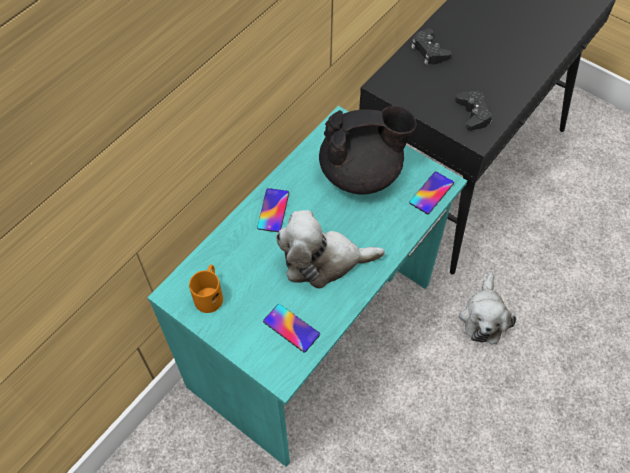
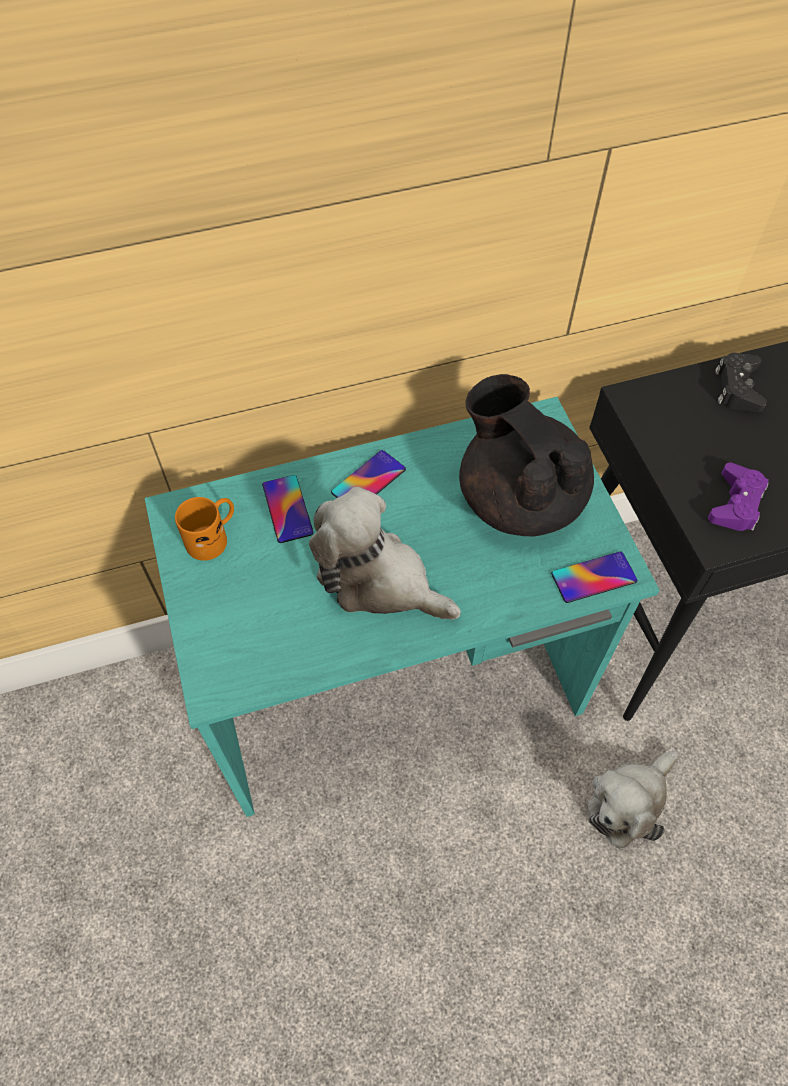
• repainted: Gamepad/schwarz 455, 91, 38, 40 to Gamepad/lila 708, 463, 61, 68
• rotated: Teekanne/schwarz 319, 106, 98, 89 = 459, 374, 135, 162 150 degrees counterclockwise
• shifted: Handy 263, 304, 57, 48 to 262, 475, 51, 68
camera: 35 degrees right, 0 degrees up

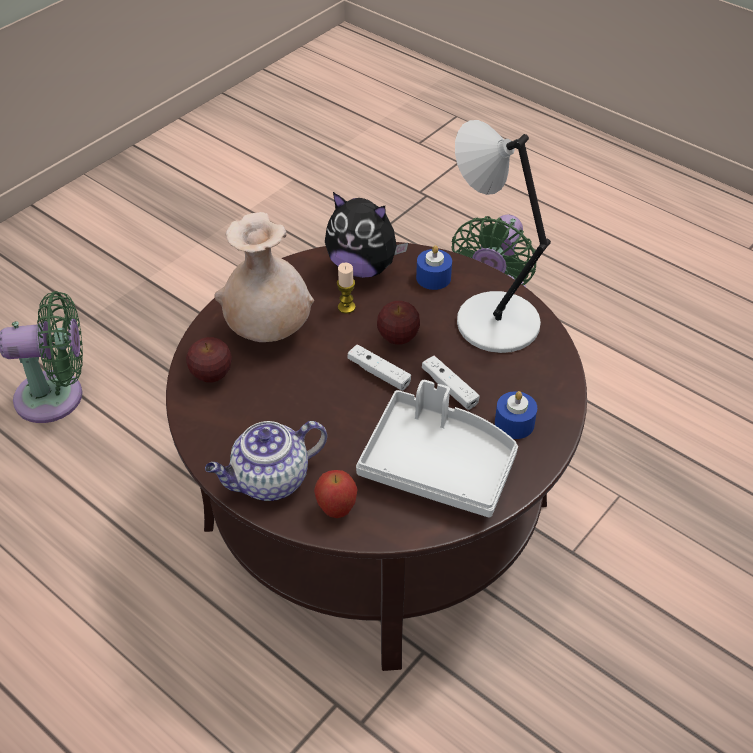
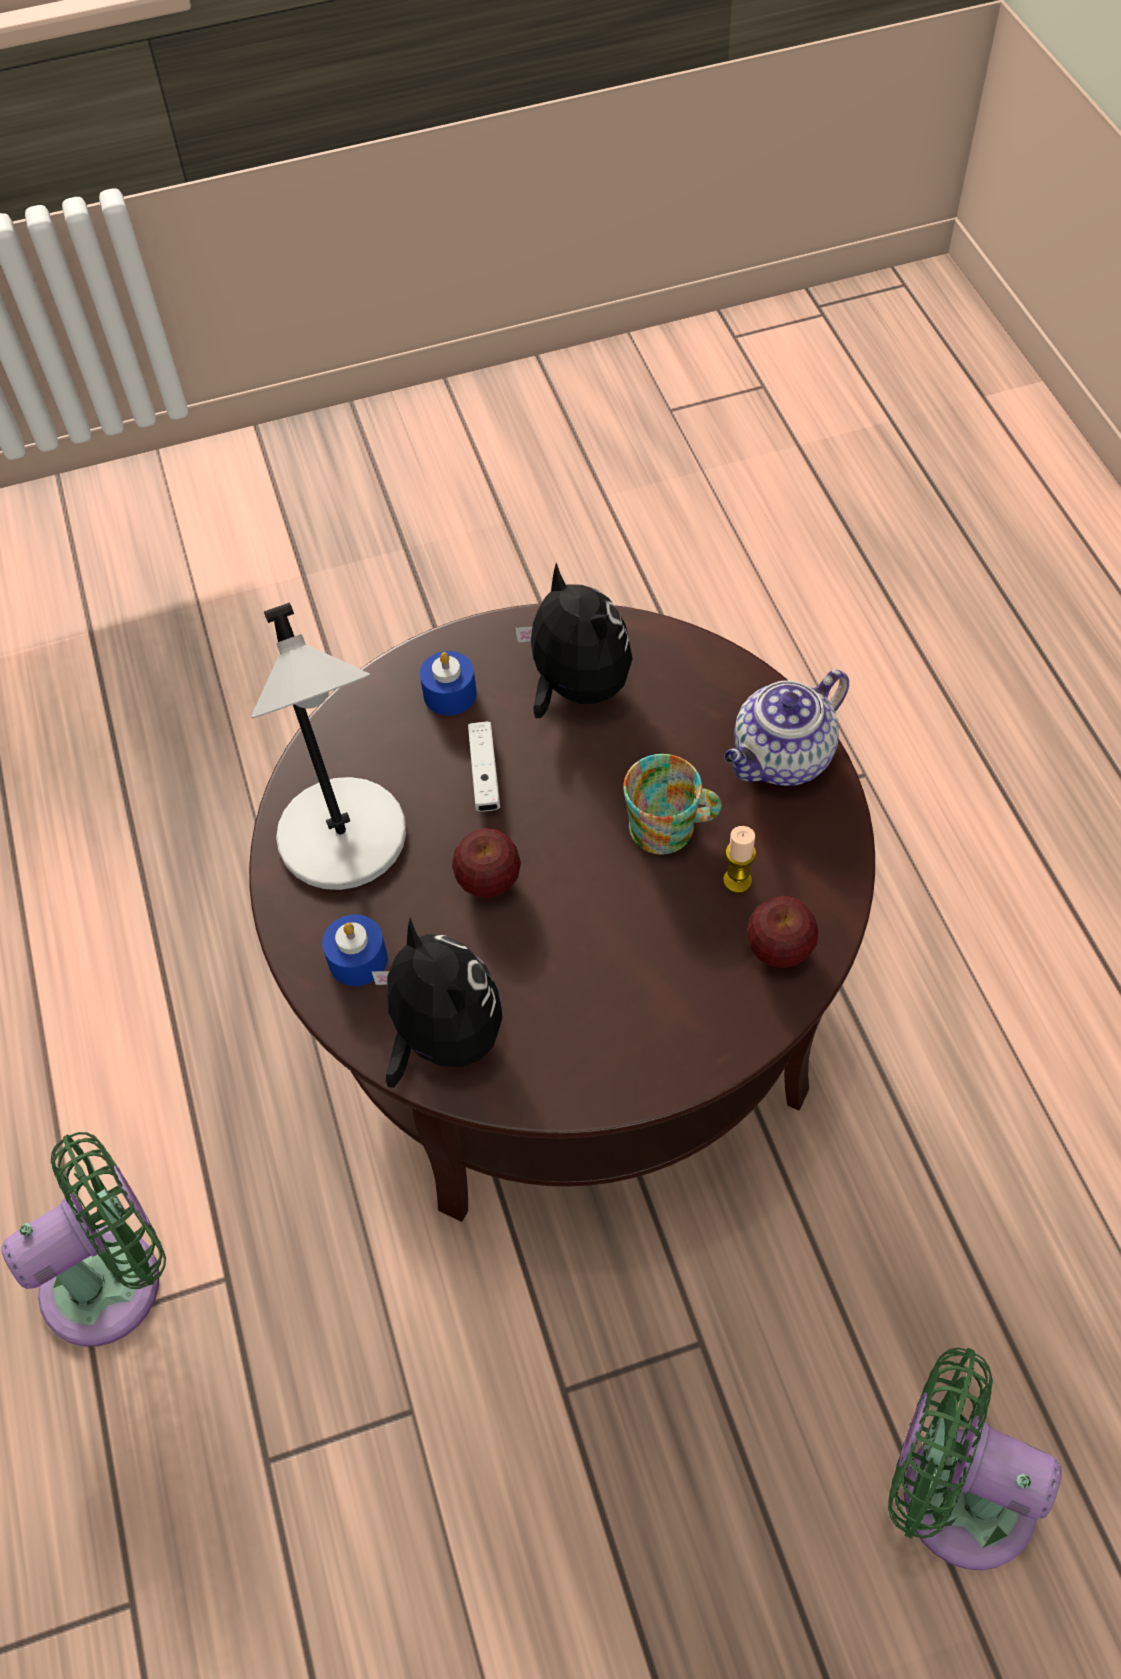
• gone: Vase/beige 214, 212, 100, 130
• shifted: Kerze 337, 262, 19, 52 to 723, 826, 33, 67
• gone: Gamepad/weiß 348, 344, 63, 47
• swapped: Tablett/grau 356, 380, 162, 137 to Plüschtier 515, 563, 118, 155
• rotated: Teekanne 205, 421, 122, 80 = 724, 669, 125, 117 135 degrees clockwise
• gone: Apfel 314, 470, 44, 48
• new: Henkelbecher 623, 754, 99, 100
camera: 145 degrees left, 10 degrees up

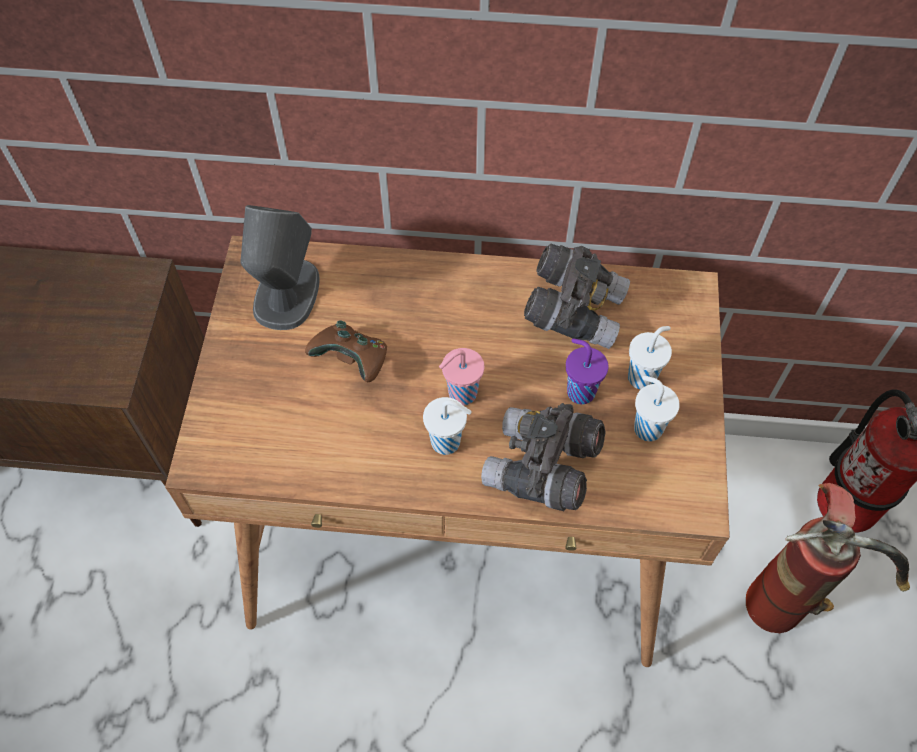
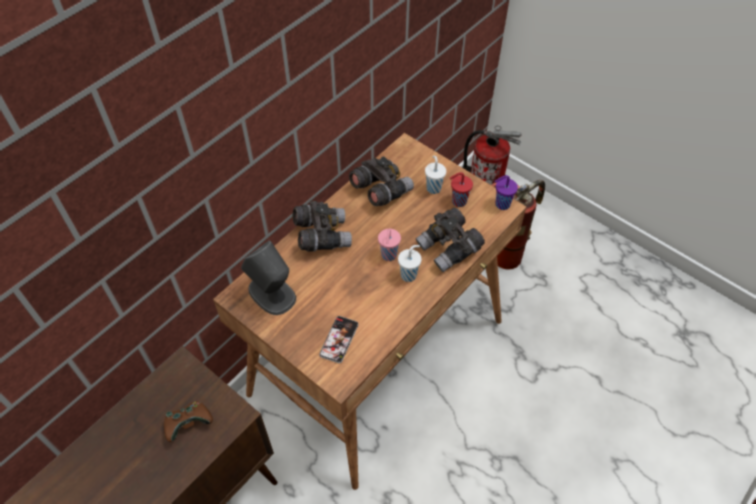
• shifted: Gamepad/braun 305, 320, 82, 62 to 164, 401, 49, 41
• shifted: Tasse/lila 566, 339, 43, 65 to 495, 175, 23, 35
• repainted: Tasse/weiß 634, 376, 46, 65 to Tasse/rot 450, 172, 23, 35
• new: Fernglas/grau 292, 201, 60, 51
• new: Handy 319, 316, 40, 47
camera: 55 degrees left, 5 degrees down

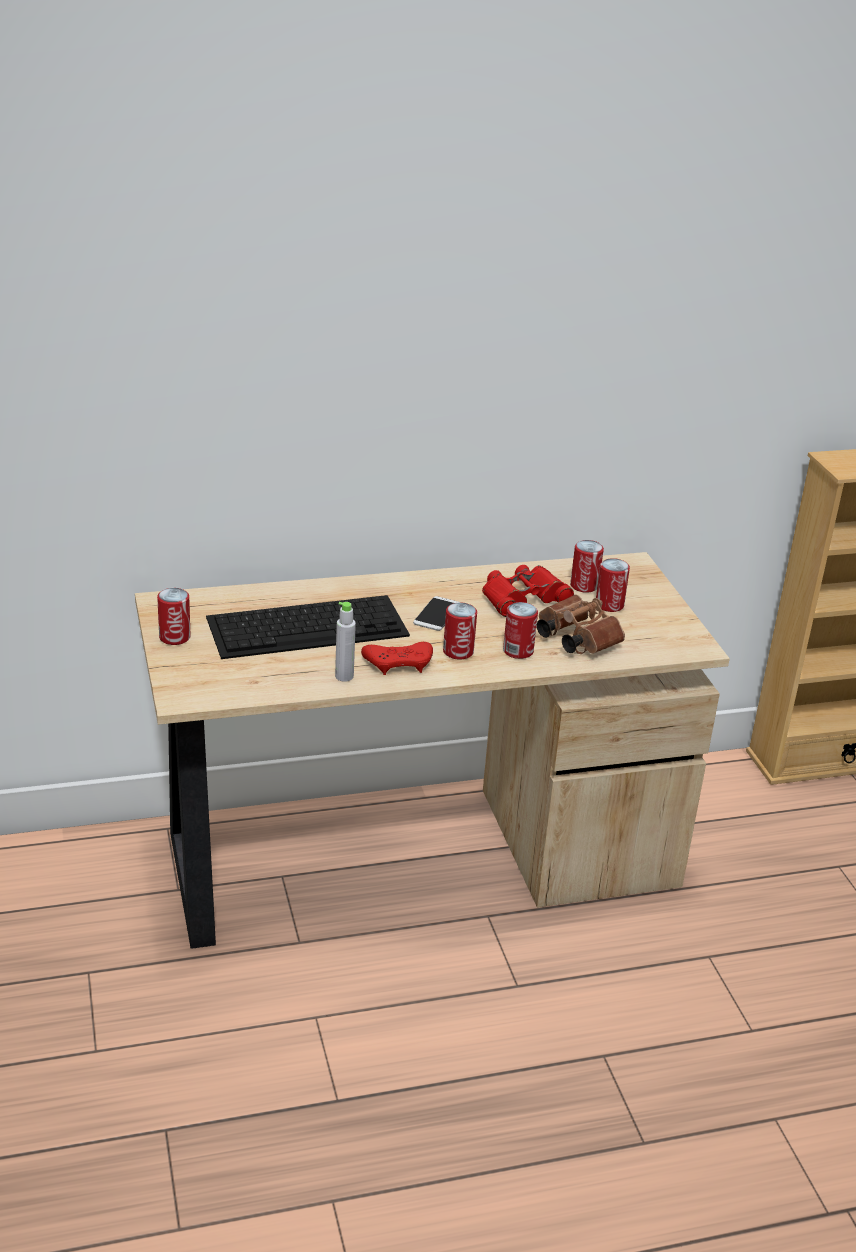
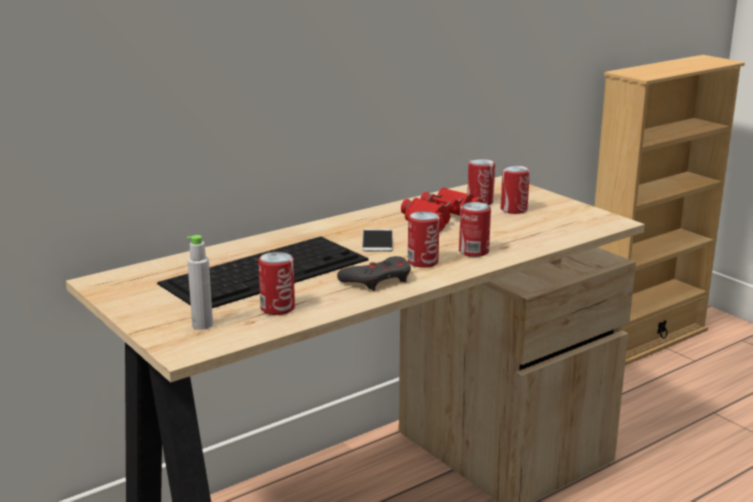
• shifted: Dose 157, 588, 34, 57 to 258, 252, 37, 63
• gone: Fernglas/braun 537, 595, 88, 59
• shifted: Flasche/grau 335, 602, 21, 80 to 187, 235, 26, 95
• repainted: Gamepad/rot 361, 642, 72, 33 to Gamepad/grau 337, 256, 74, 35
camera: 20 degrees left, 10 degrees down

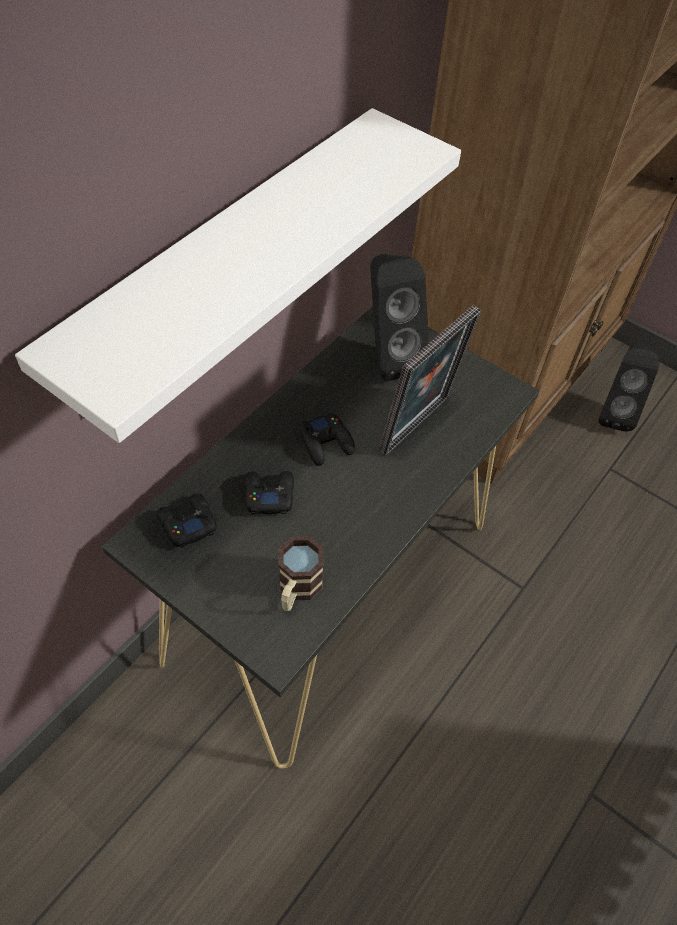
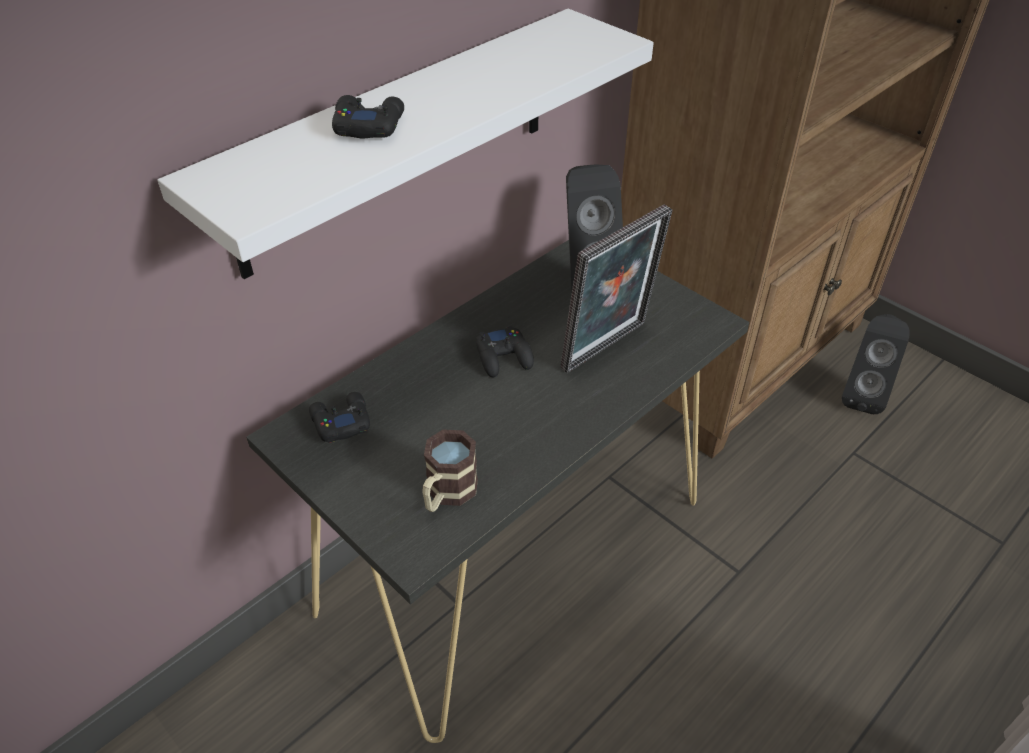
• shifted: Gamepad/schwarz 244, 471, 50, 43 to 332, 95, 72, 44
camera: 10 degrees right, 10 degrees down

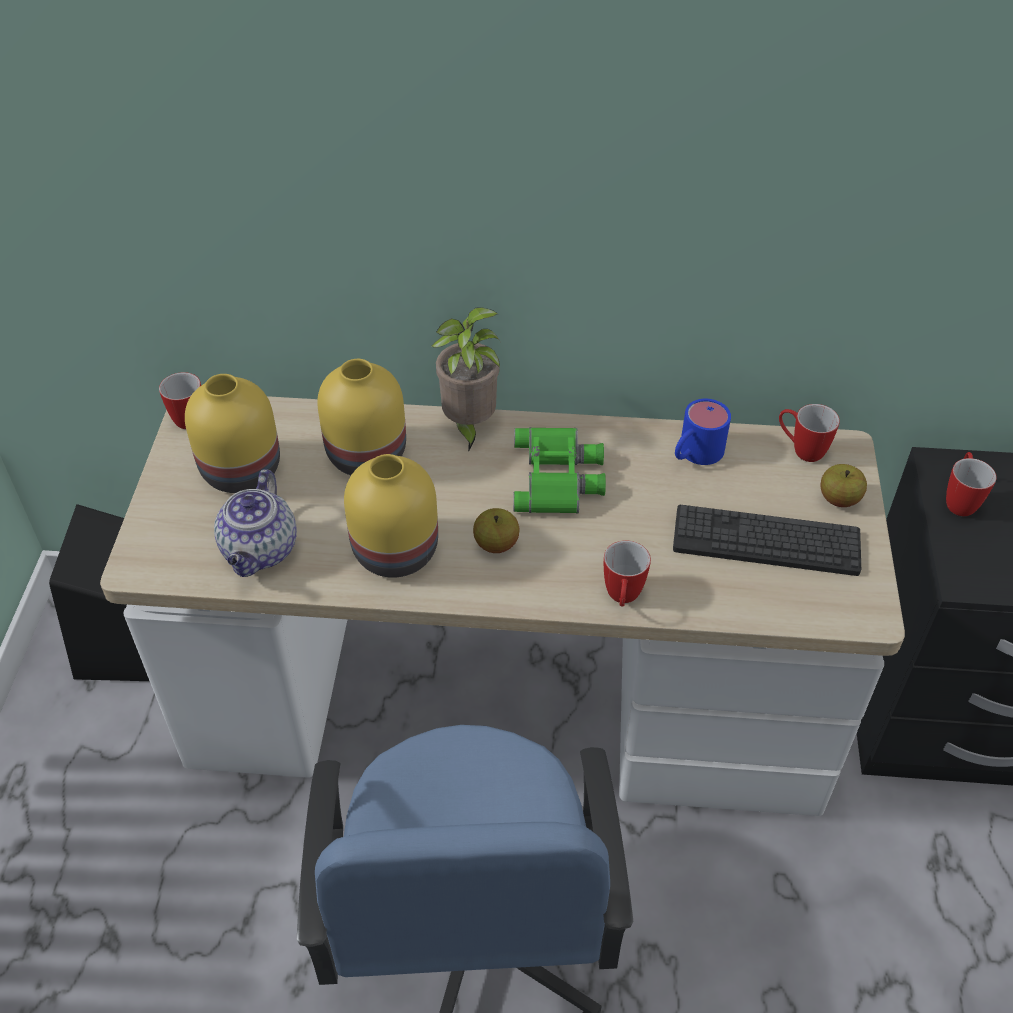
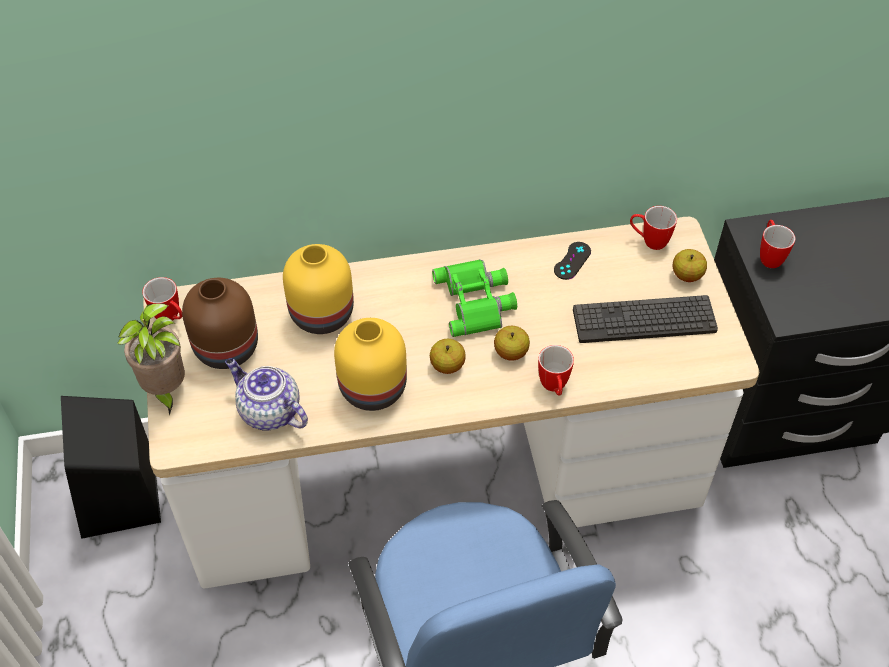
• shifted: Topfpflanze 431, 307, 69, 145 to 117, 303, 68, 113
• repainted: Vase/gelb 185, 374, 95, 119 to Vase/braun 182, 278, 76, 91
• swapped: Henkelbecher/blau 675, 399, 56, 66 to Gamepad/schwarz 554, 242, 37, 38
• rotated: Teekanne 214, 469, 83, 108 = 225, 358, 83, 73 135 degrees clockwise
• new: Apfel 494, 326, 36, 35
camera: 15 degrees left, 5 degrees up

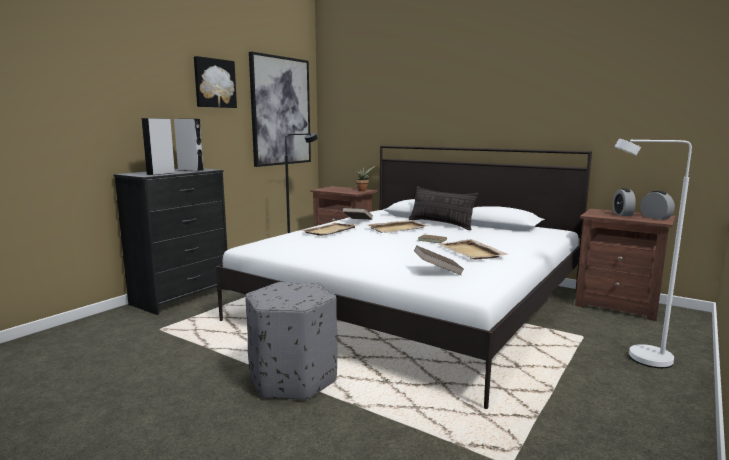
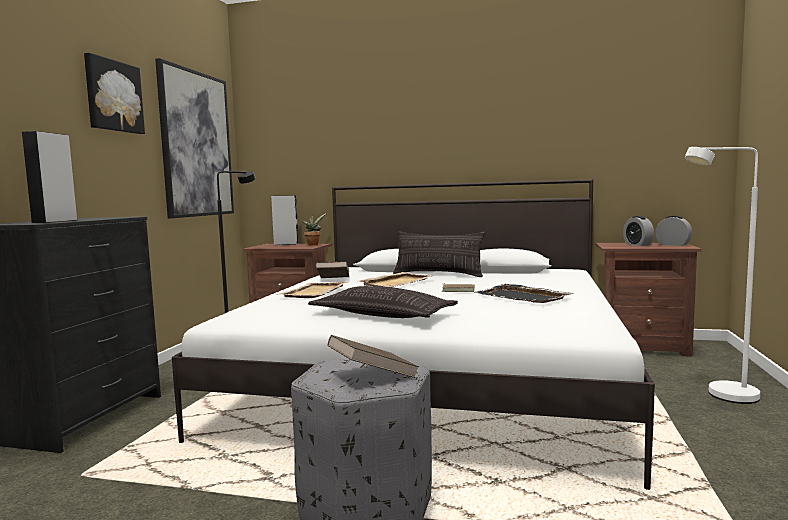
• shifted: Lautsprecher/grau 174, 119, 30, 52 to 271, 195, 27, 50
• repainted: Tablett/beige 439, 239, 68, 20 to Tablett/schwarz 474, 284, 99, 19
• shifted: Buch/braun 414, 246, 50, 29 to 327, 335, 92, 43
• new: Kissen 308, 286, 150, 32
camera: 20 degrees left, 5 degrees down

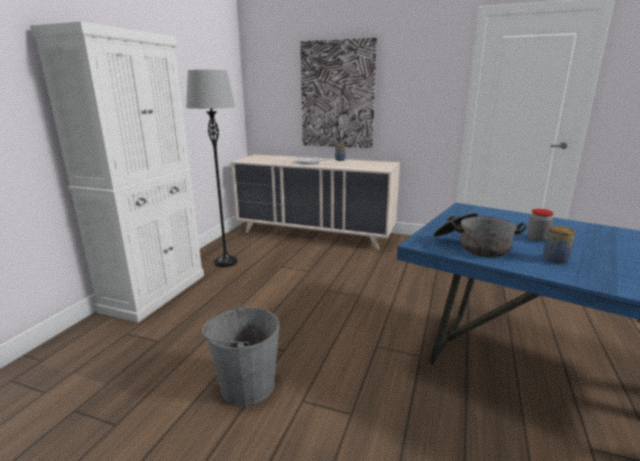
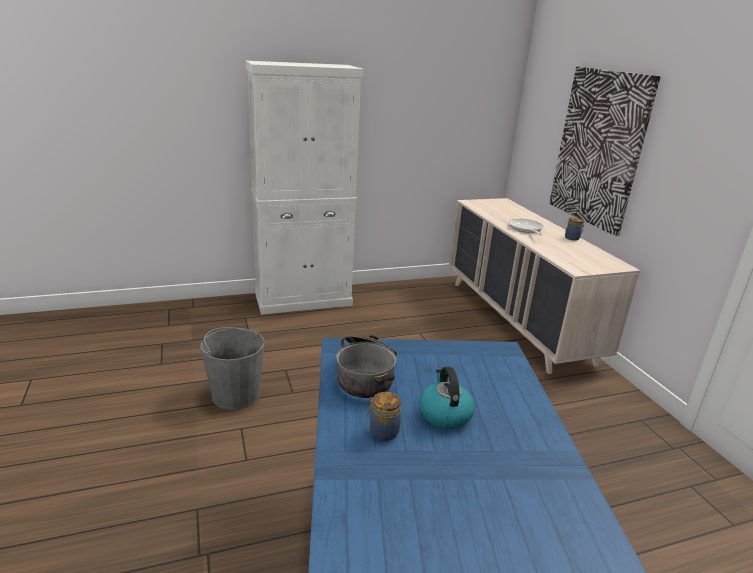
• gone: Stehlampe/grau 186, 70, 51, 197
• swapped: Vorratsglas 527, 209, 27, 33 to Wasserkessel 419, 367, 56, 62
camera: 50 degrees right, 5 degrees up

